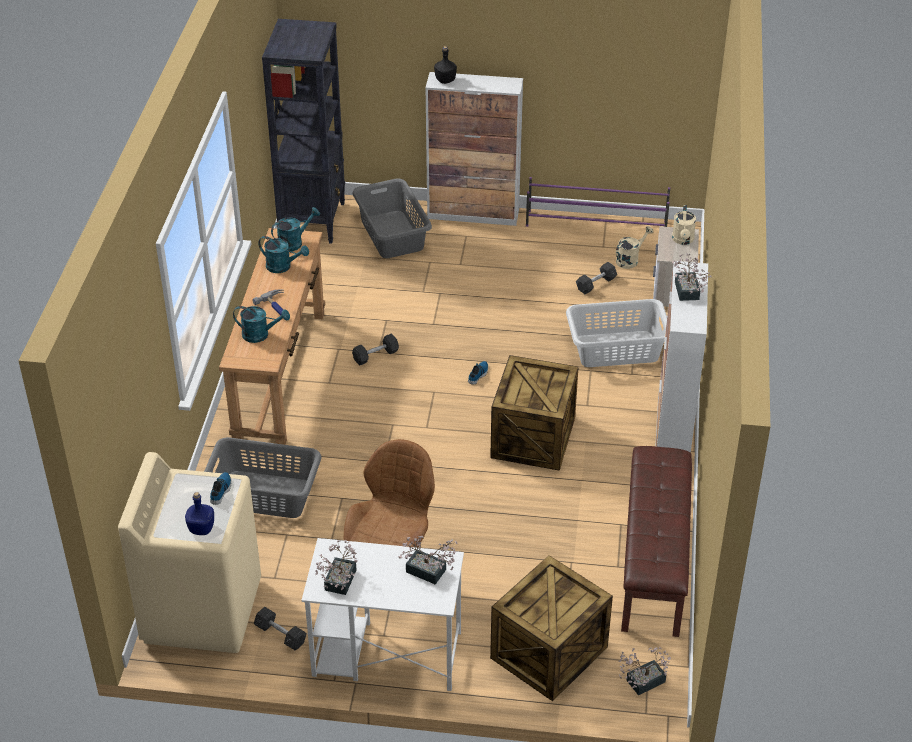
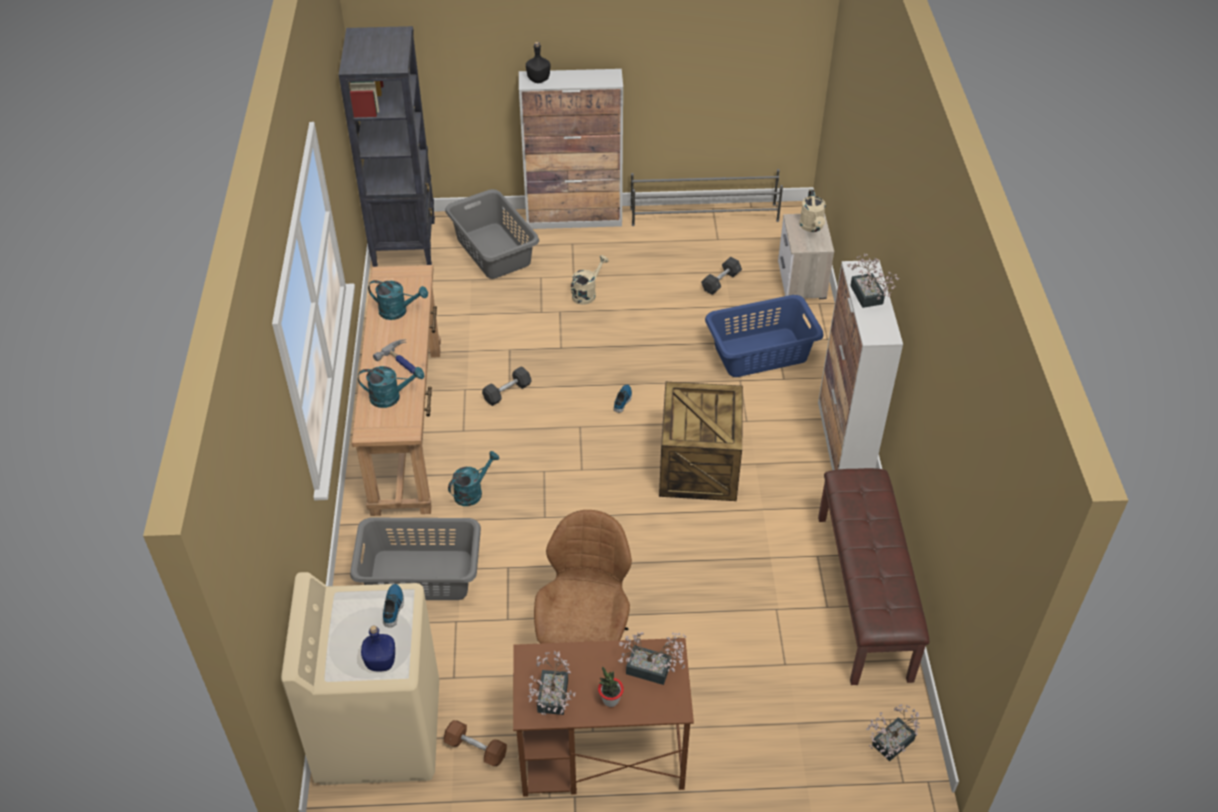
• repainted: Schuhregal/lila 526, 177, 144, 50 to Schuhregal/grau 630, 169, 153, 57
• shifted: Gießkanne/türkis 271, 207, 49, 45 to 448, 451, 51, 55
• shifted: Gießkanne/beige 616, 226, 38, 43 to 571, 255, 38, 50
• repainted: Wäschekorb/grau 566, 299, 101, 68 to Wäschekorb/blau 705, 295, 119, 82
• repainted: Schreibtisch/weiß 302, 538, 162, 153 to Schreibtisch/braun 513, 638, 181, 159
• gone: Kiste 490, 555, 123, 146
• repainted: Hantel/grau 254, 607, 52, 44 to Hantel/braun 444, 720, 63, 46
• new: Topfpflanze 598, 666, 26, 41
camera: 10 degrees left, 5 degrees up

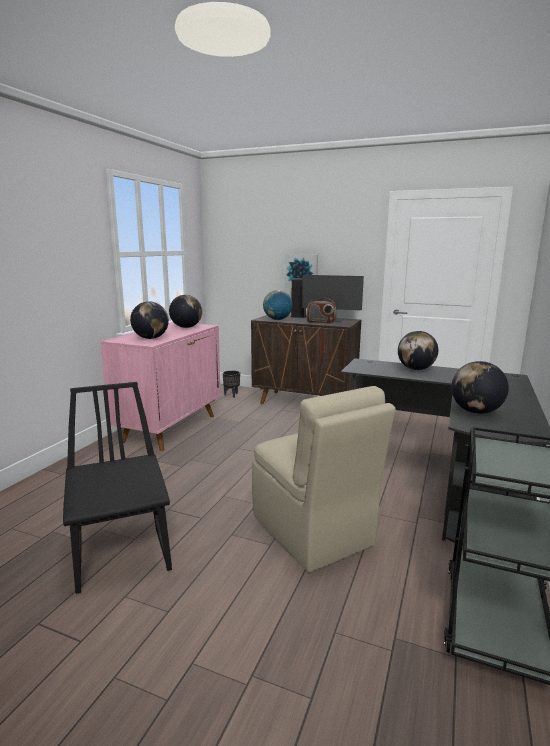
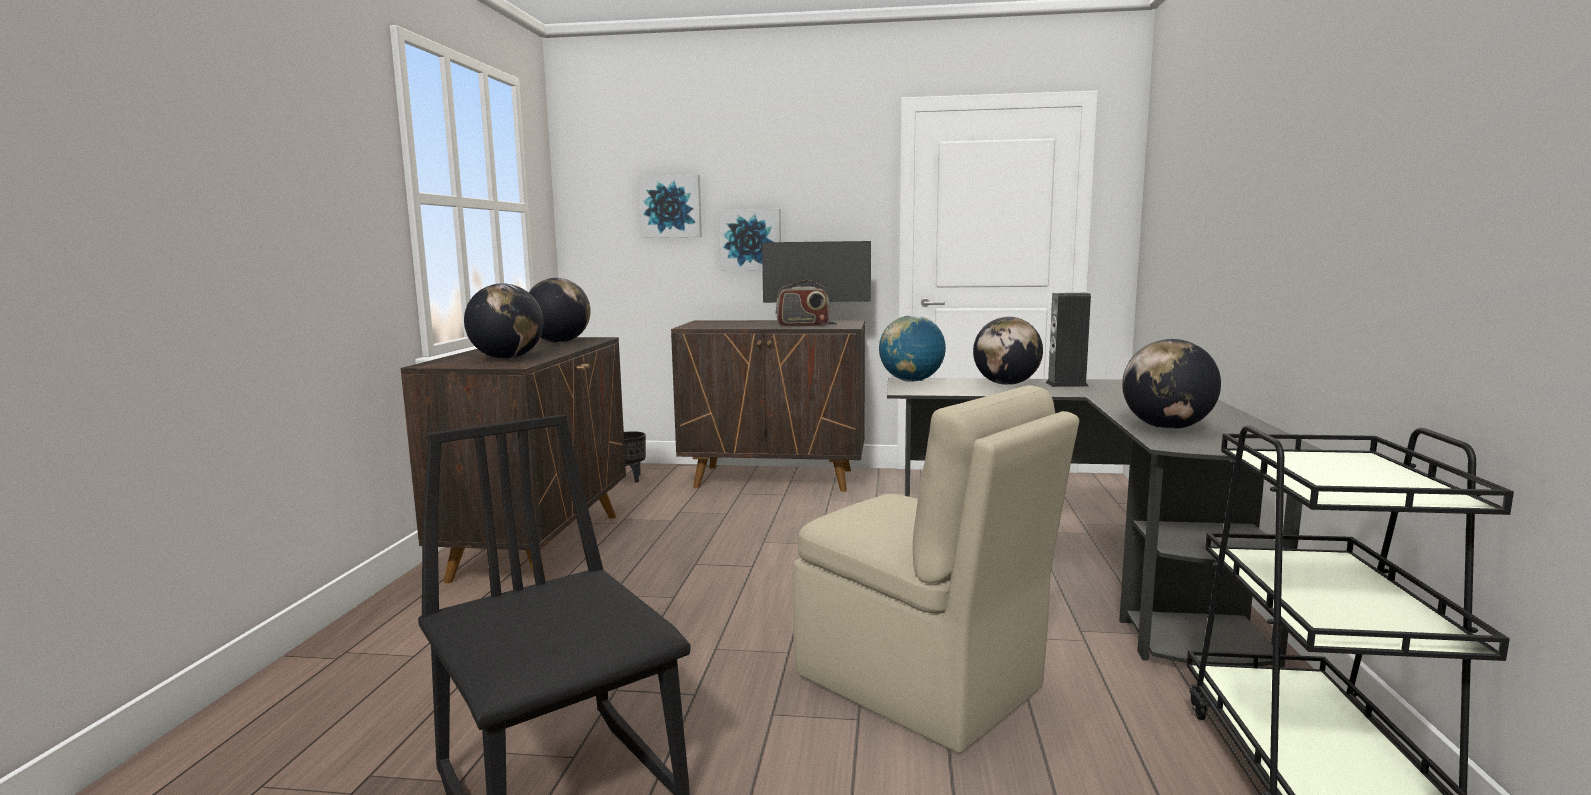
• shifted: Lautsprecher 291, 278, 15, 40 to 1046, 293, 45, 94
• shifted: Globus 263, 290, 30, 30 to 879, 315, 67, 67
• repainted: Schrank/rosa 100, 322, 121, 129 to Schrank/braun 401, 337, 225, 246
• new: Bild 639, 175, 63, 63
camera: 15 degrees left, 5 degrees down

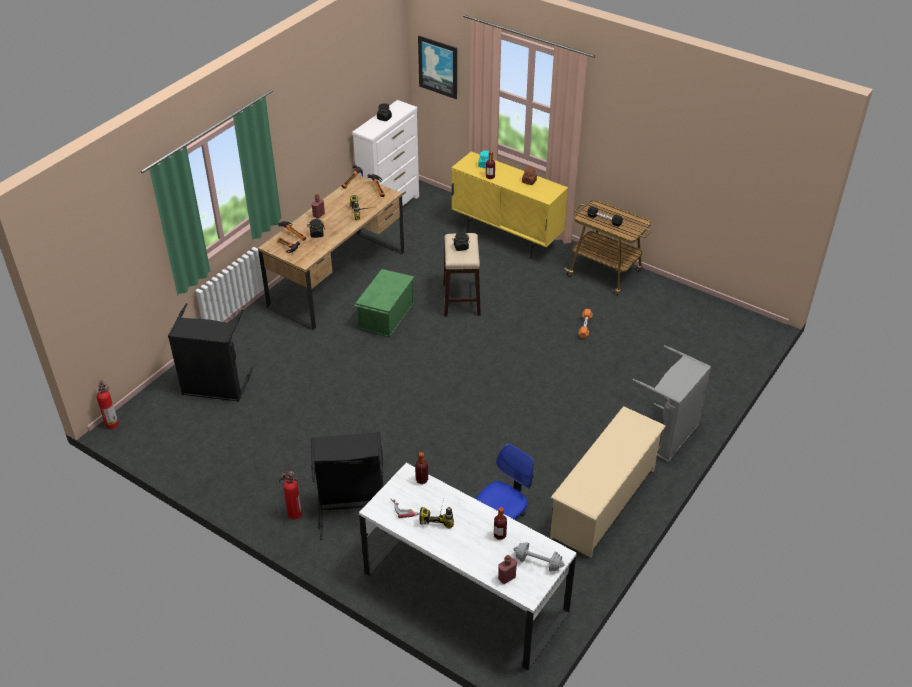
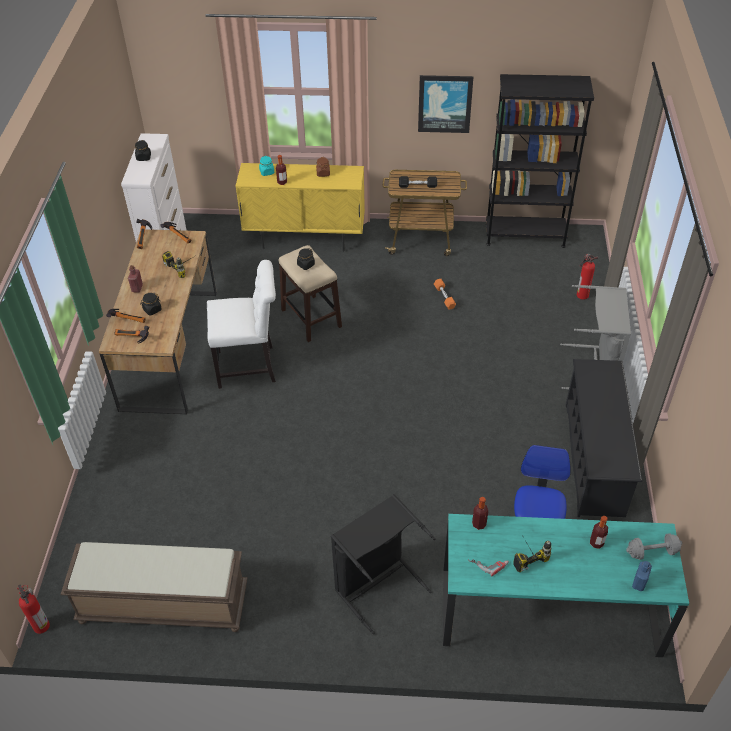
• shifted: Bild 418, 36, 39, 63 to 418, 75, 55, 58
• swapped: Aufbewahrungsbox/grün 354, 269, 60, 69 to Stuhl/weiß 207, 260, 69, 129
• gone: Wäschekorb/schwarz 168, 303, 85, 99
• repainted: Schuhregal/beige 550, 406, 116, 152 to Schuhregal/schwarz 566, 359, 76, 158
• repainted: Schreibtisch/weiß 359, 463, 218, 207 to Schreibtisch/türkis 443, 514, 246, 143
• shifted: Feuerlöscher 279, 471, 23, 49 to 577, 254, 21, 46
• repainted: Flasche/rot 498, 555, 19, 29 to Flasche/blau 632, 561, 20, 30
• new: Bücherregal/schwarz 486, 74, 108, 174
• new: Bank/braun 61, 542, 186, 90
camera: 30 degrees left, 5 degrees up

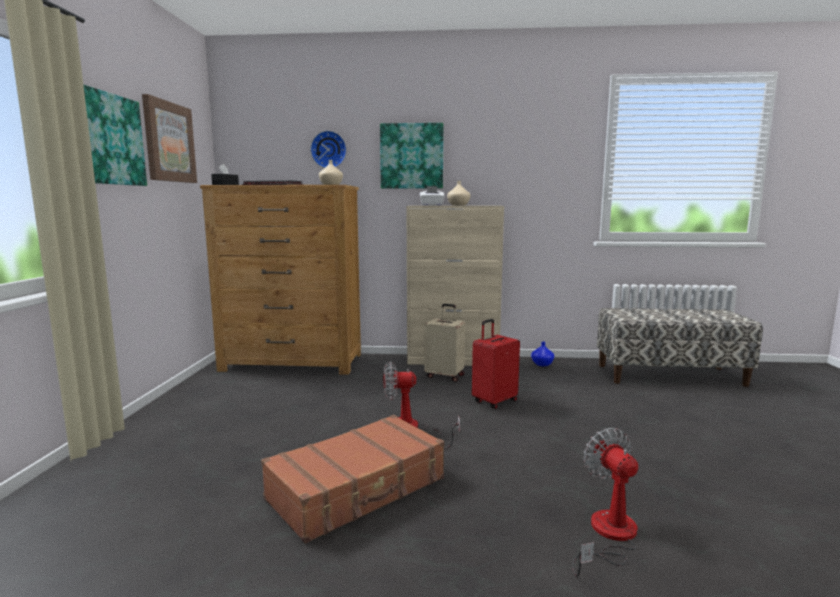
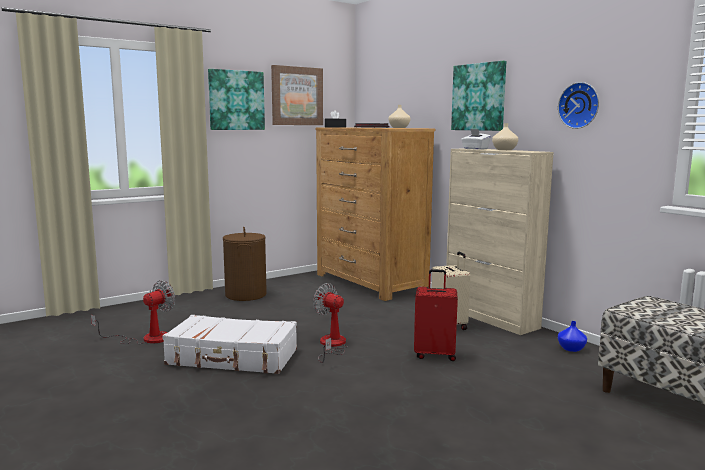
• shifted: Wanduhr 310, 131, 37, 37 to 558, 82, 41, 47
• repainted: Koffer/braun 261, 415, 183, 128 to Koffer/weiß 163, 315, 134, 59
• shifted: Ventilator 572, 428, 66, 149 to 91, 280, 85, 64
• new: Wäschekorb/braun 223, 227, 44, 74
camera: 50 degrees right, 0 degrees up

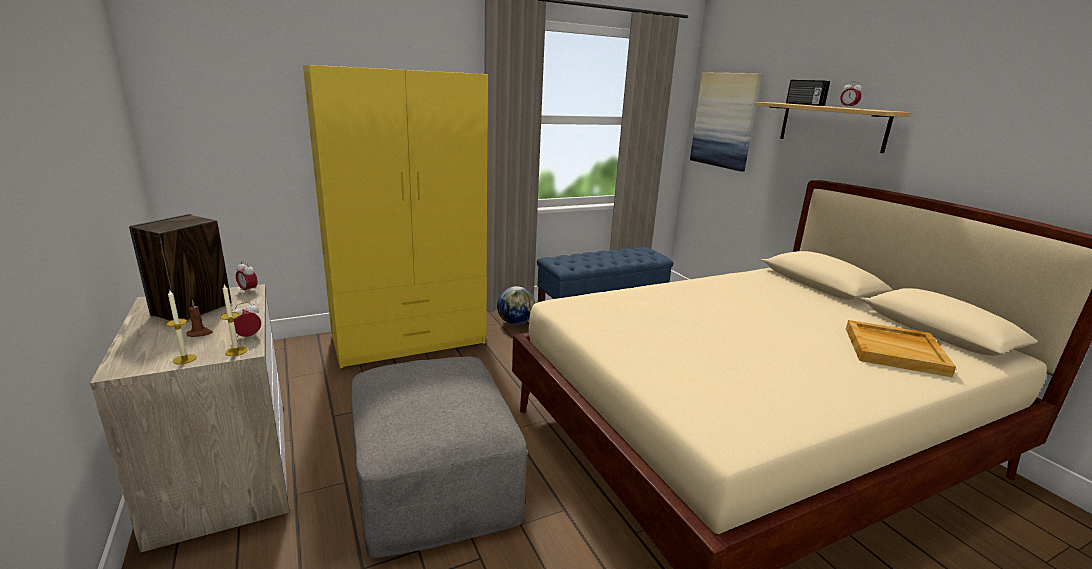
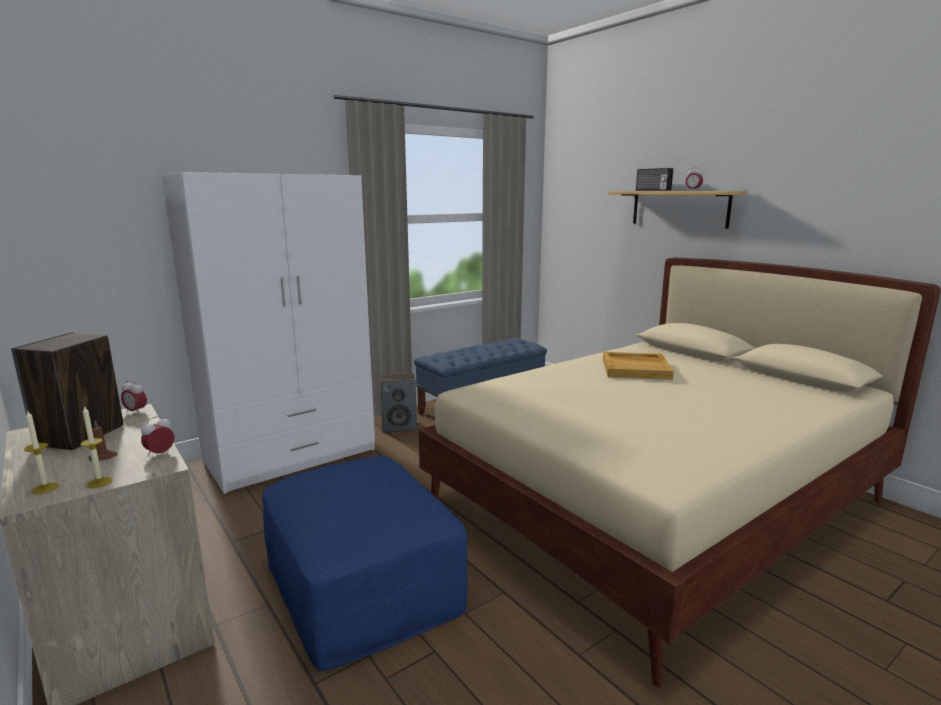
• repainted: Kleiderschrank/gelb 303, 65, 185, 303 to Kleiderschrank/weiß 162, 172, 213, 322
• gone: Bild 690, 72, 72, 100
• shifted: Kerze 220, 285, 27, 71 to 24, 411, 35, 83
• swapped: Globus 497, 286, 38, 39 to Lautsprecher 380, 373, 37, 60
• shifted: Tablett/beige 846, 320, 110, 57 to 603, 352, 71, 28
• repainted: Polsterhocker/grau 351, 356, 176, 202 to Polsterhocker/blau 262, 456, 205, 215
camera: 10 degrees left, 5 degrees down

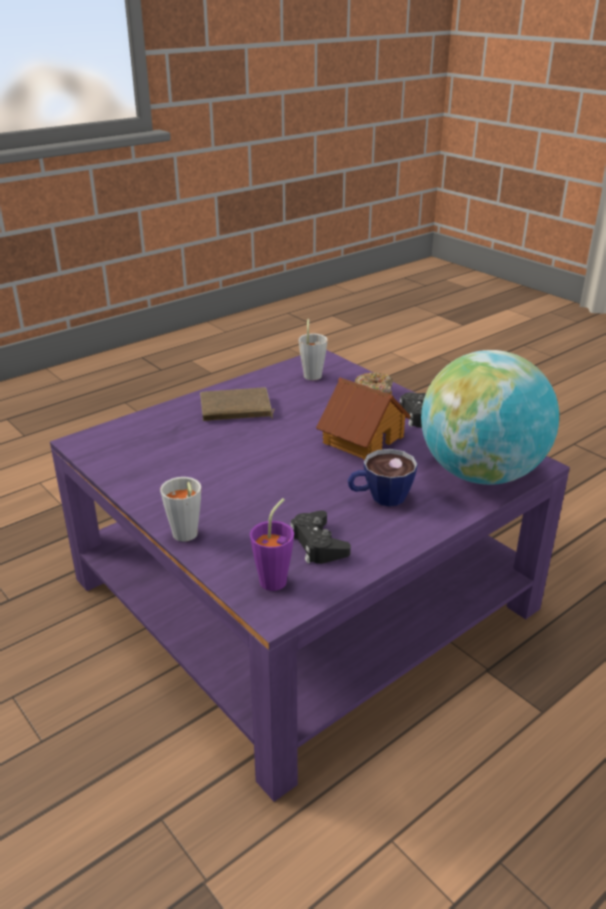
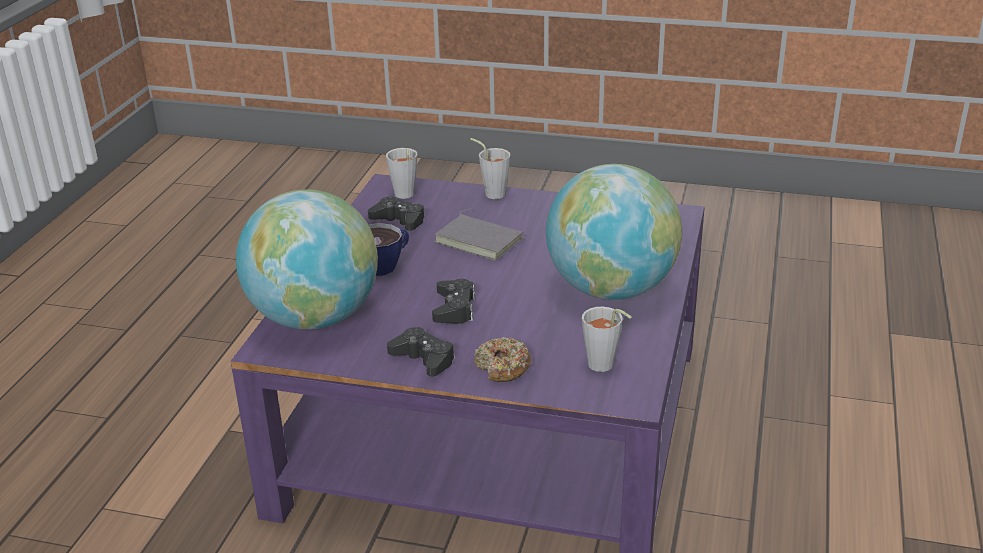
• swapped: Spielzeughaus 316, 378, 94, 82 to Gamepad/schwarz 432, 279, 44, 45
• swapped: Buch/braun 200, 387, 74, 34 to Globus 546, 164, 136, 136
• repainted: Tasse/lila 250, 498, 44, 93 to Tasse/grau 386, 148, 31, 51
• new: Buch/grau 435, 209, 88, 52
camera: 145 degrees right, 0 degrees up

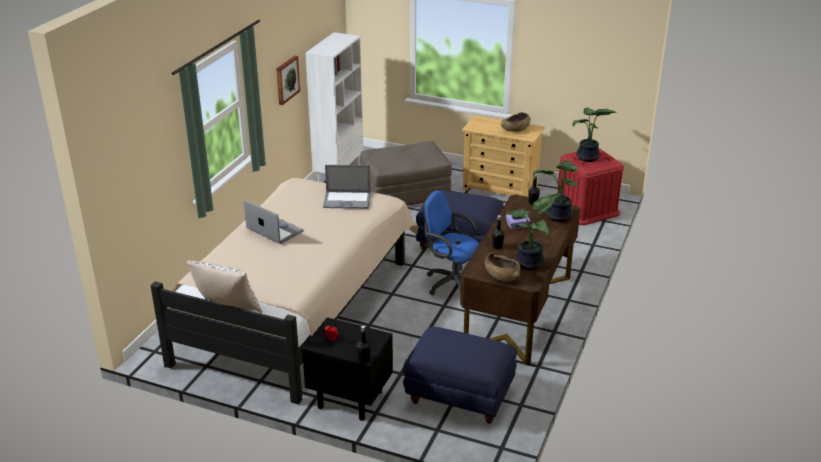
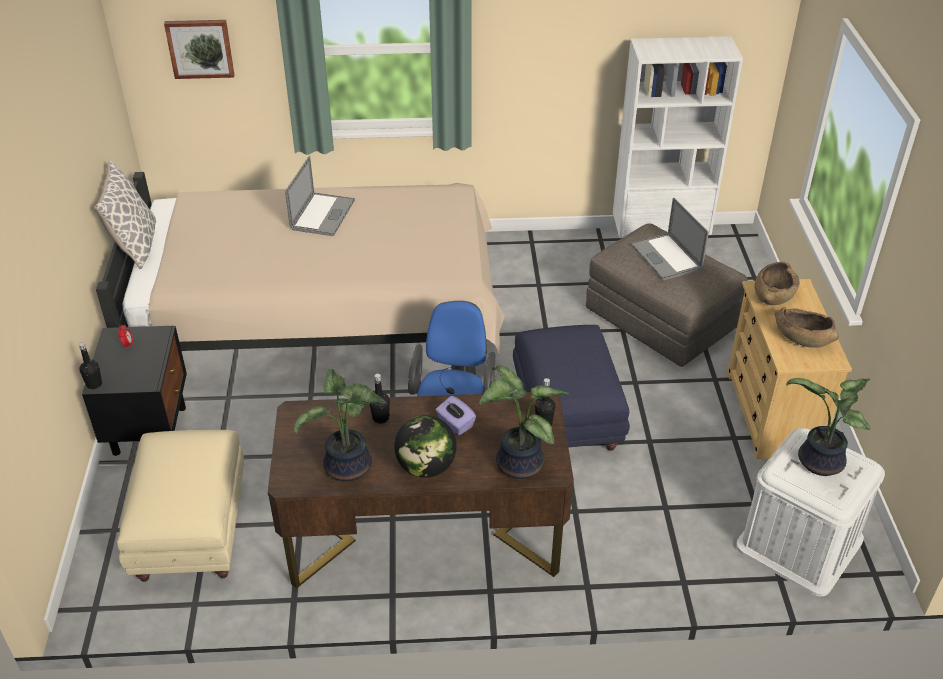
• shifted: Bild 276, 56, 24, 49 to 164, 20, 70, 59
• repainted: Aufbewahrungsbox/rot 557, 148, 67, 77 to Aufbewahrungsbox/weiß 736, 428, 149, 168
• shifted: Laptop 323, 165, 48, 44 to 630, 198, 79, 82
• shifted: Schüssel/braun 485, 252, 35, 30 to 754, 262, 45, 43
• repainted: Polsterhocker/blau 403, 327, 114, 97 to Polsterhocker/beige 117, 430, 127, 152
• new: Globus 394, 415, 63, 63
camera: 65 degrees right, 10 degrees up

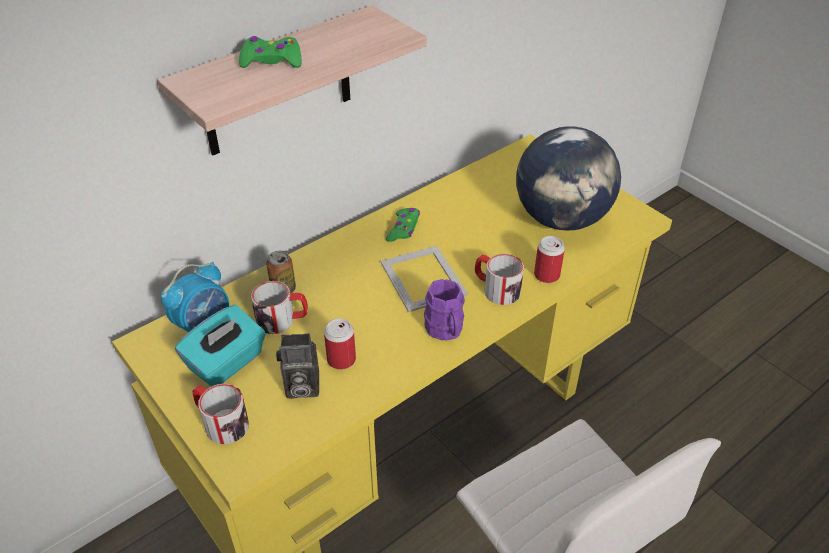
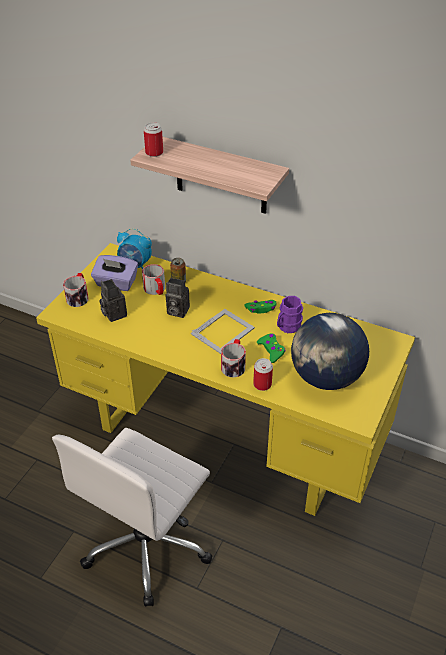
• shifted: Gamepad/grün 239, 36, 62, 32 to 257, 333, 29, 30
• shifted: Henkelbecher/lila 424, 279, 41, 62 to 277, 296, 26, 37
• repainted: Taschentuchbox/türkis 175, 305, 91, 82 to Taschentuchbox/lila 91, 255, 47, 36
• shifted: Dose 324, 318, 32, 52 to 144, 122, 19, 35
• new: Kamera 166, 278, 24, 40
camera: 65 degrees right, 0 degrees up

